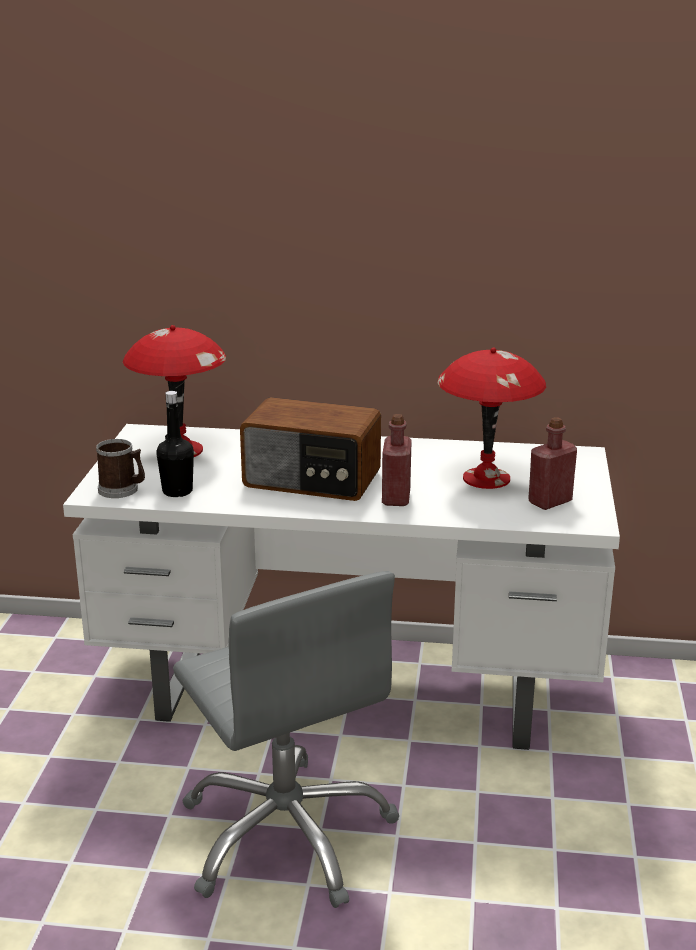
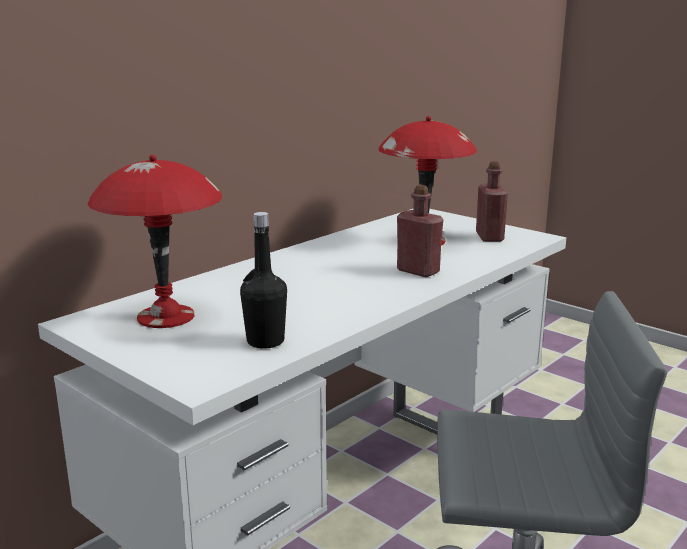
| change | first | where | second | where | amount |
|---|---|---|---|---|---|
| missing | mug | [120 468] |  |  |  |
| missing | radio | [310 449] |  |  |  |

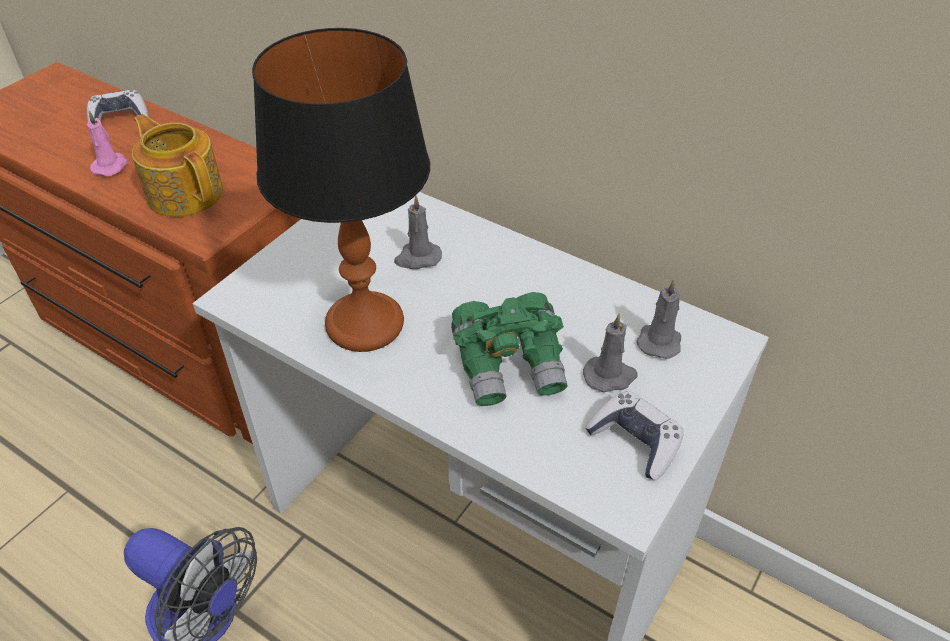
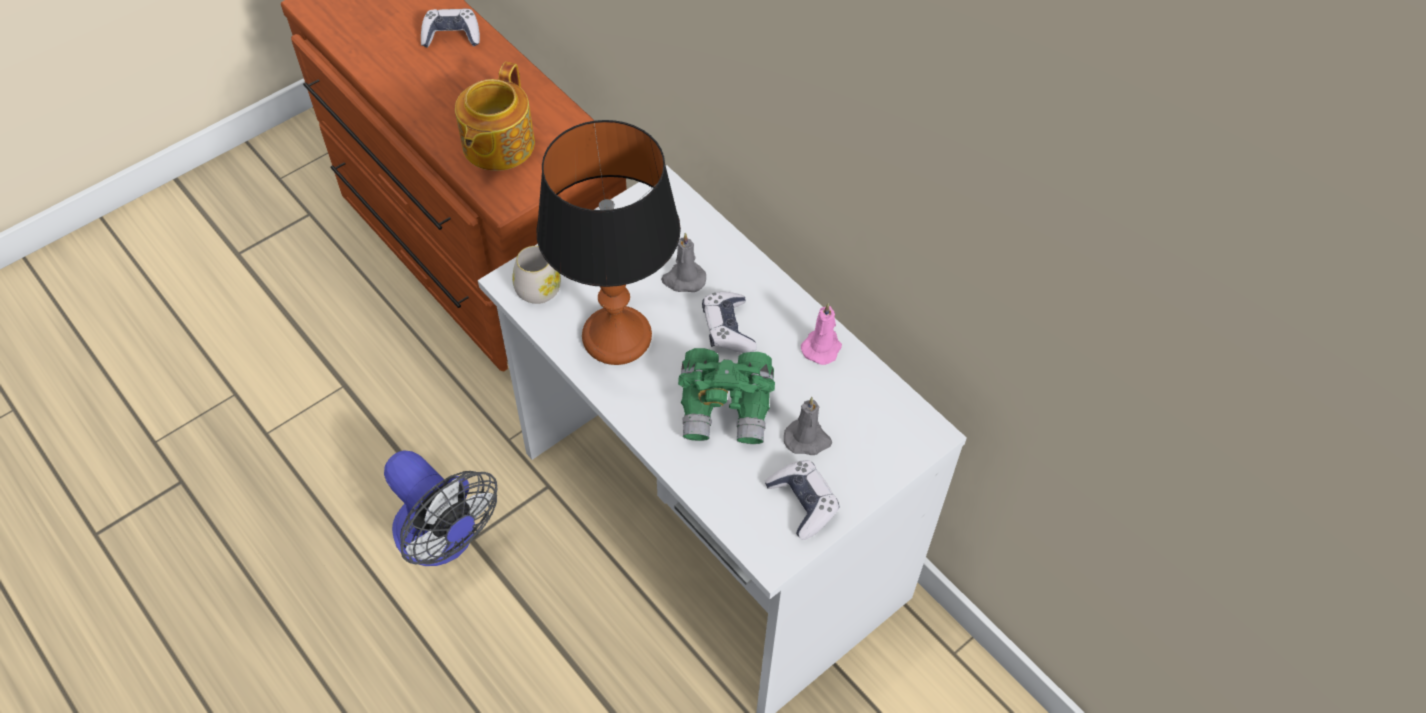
| change | first | where | second | where | amount |
|---|---|---|---|---|---|
| spun | teapot | [177 165] |  | [495 116] | 135 degrees counterclockwise |
| appeared |  |  | white_mug | [536 275] |  |
| appeared |  |  | game_controller | [729 322] |  |
| relocated | pink_candle | [107 143] |  | [821 334] |  |
| missing | grey_candle | [658 319] |  |  |  |

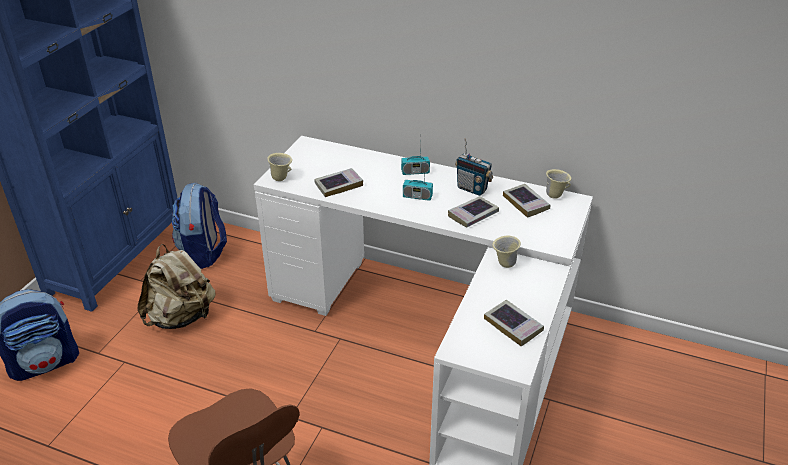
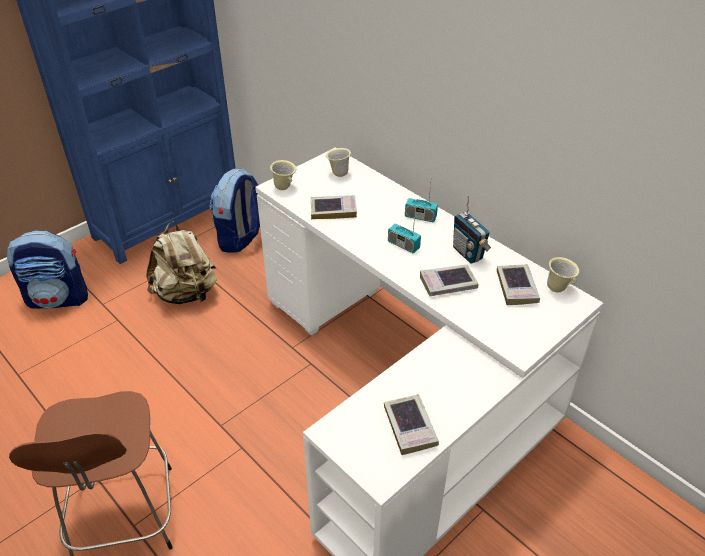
| change | first | where | second | where | amount |
|---|---|---|---|---|---|
| relocated | beige_mug | [506 252] |  | [338 162] |  |

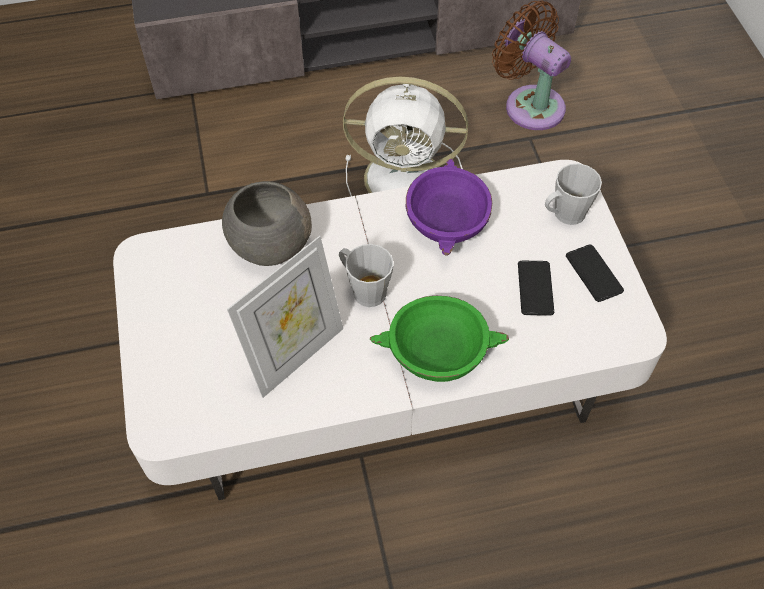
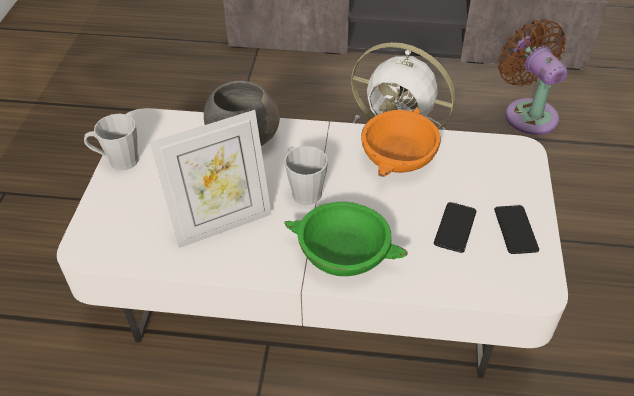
| change | first | where | second | where | amount |
|---|---|---|---|---|---|
| relocated | grey_mug | [573 194] |  | [111 142] |  |
| colour | purple_bowl | [449 207] | orange_bowl | [401 142] |  |

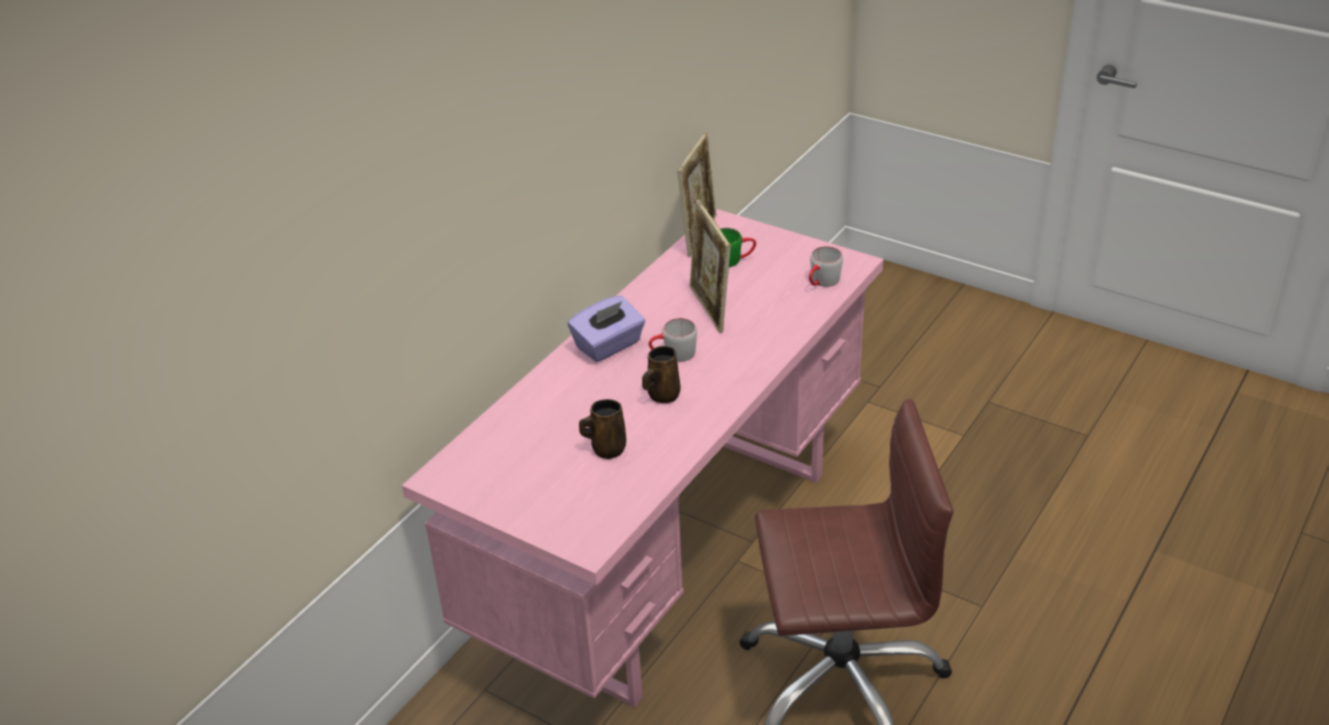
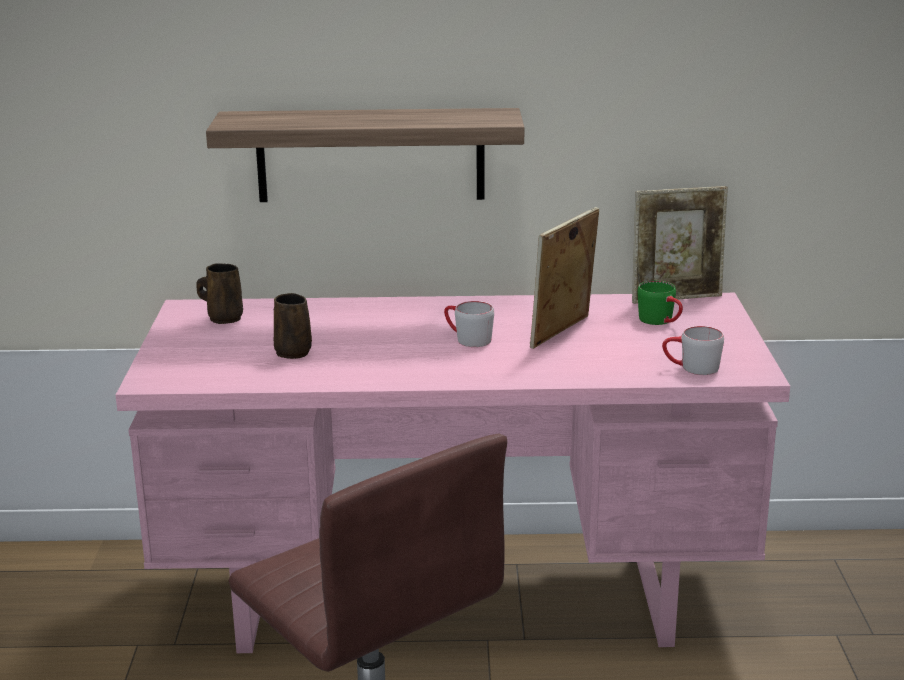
| change | first | where | second | where | amount |
|---|---|---|---|---|---|
| relocated | brown_mug | [661 374] |  | [219 293] |  |
| appeared |  |  | shelf | [365 155] |  |
| missing | purple_tissue_box | [606 329] |  |  |  |

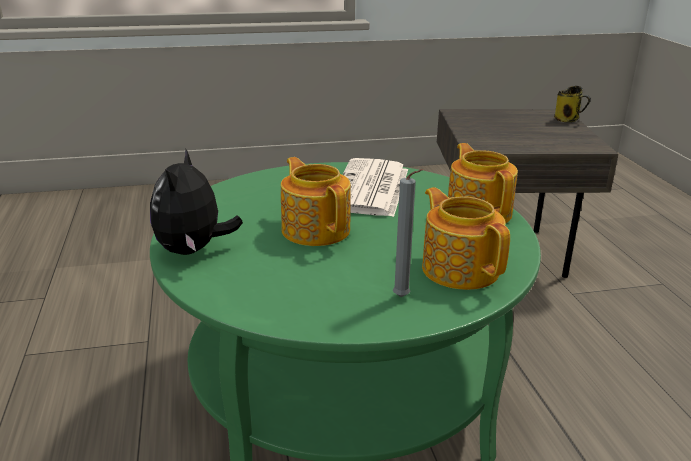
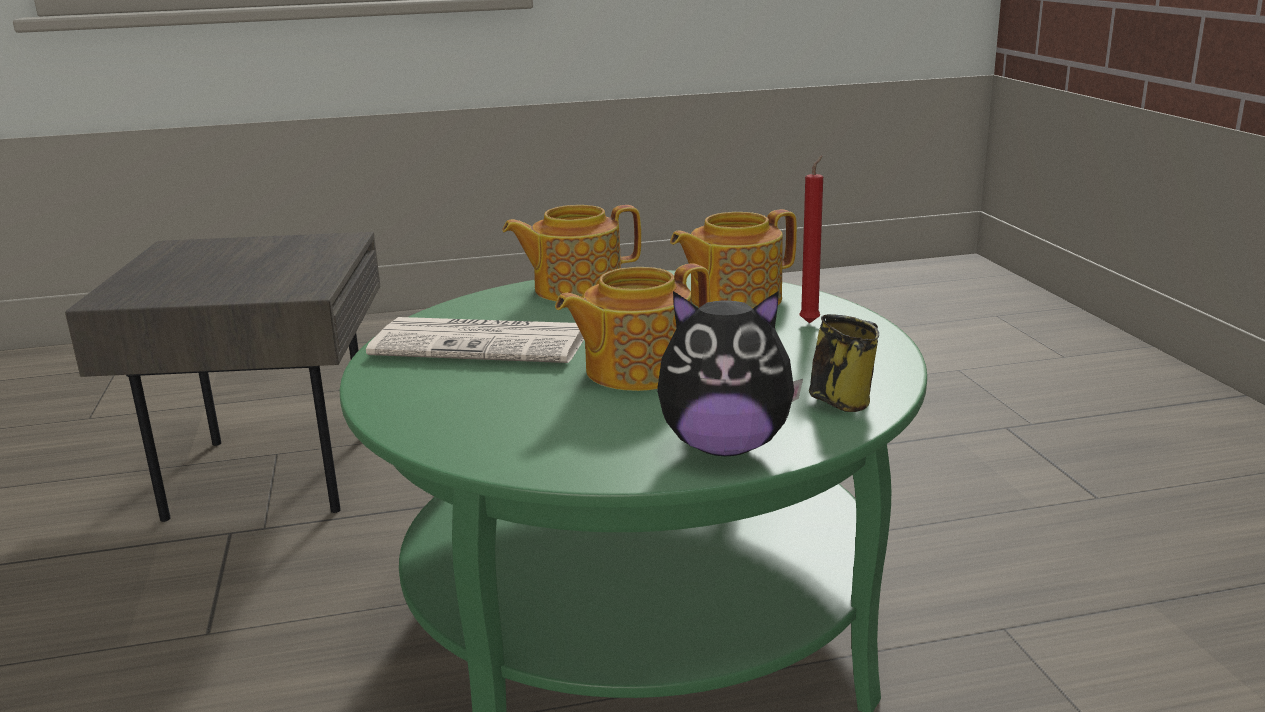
| change | first | where | second | where | amount |
|---|---|---|---|---|---|
| colour | grey_candle | [408 233] | red_candle | [811 239] |  |
| relocated | mug | [572 104] |  | [844 363] |  |

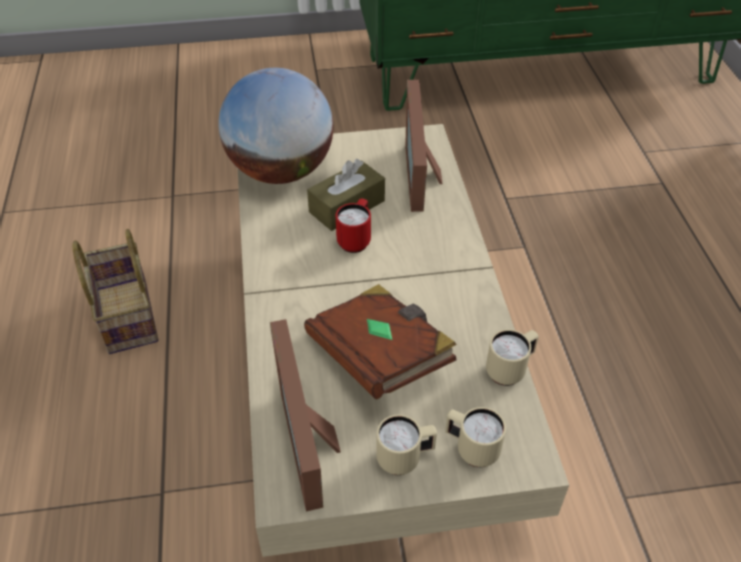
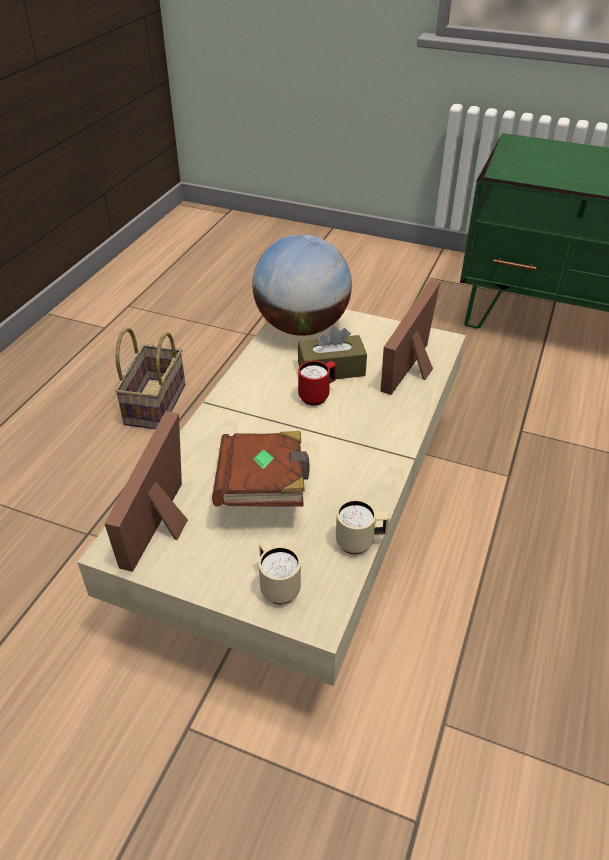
| change | first | where | second | where | amount |
|---|---|---|---|---|---|
| missing | beige_mug | [406 444] |  |  |  |

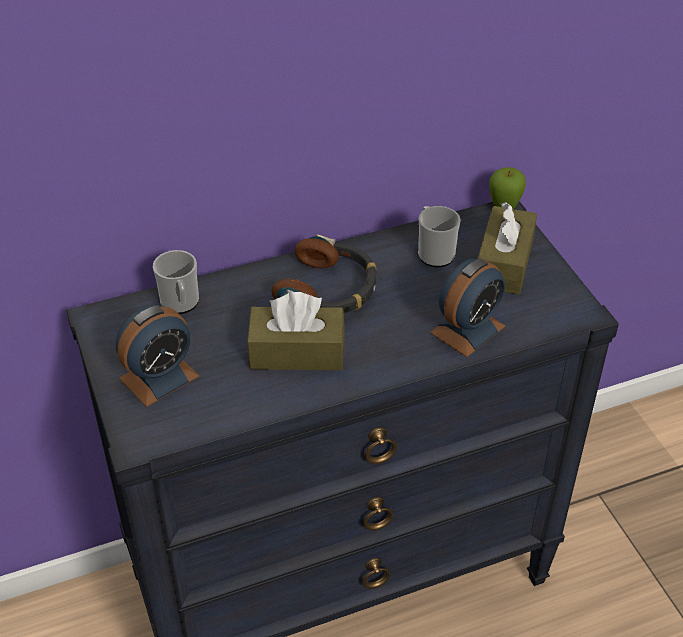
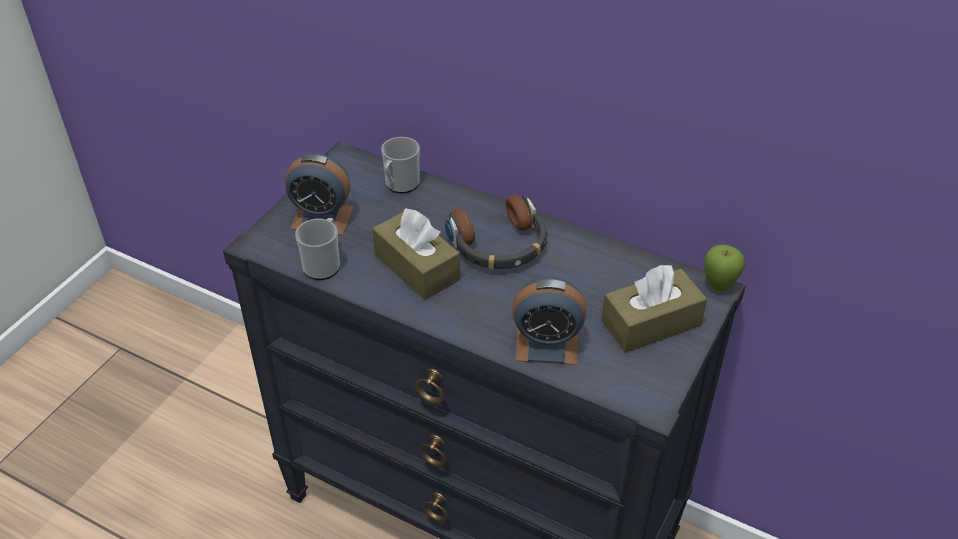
| change | first | where | second | where | amount |
|---|---|---|---|---|---|
| relocated | mug | [439 236] |  | [317 249] |  |

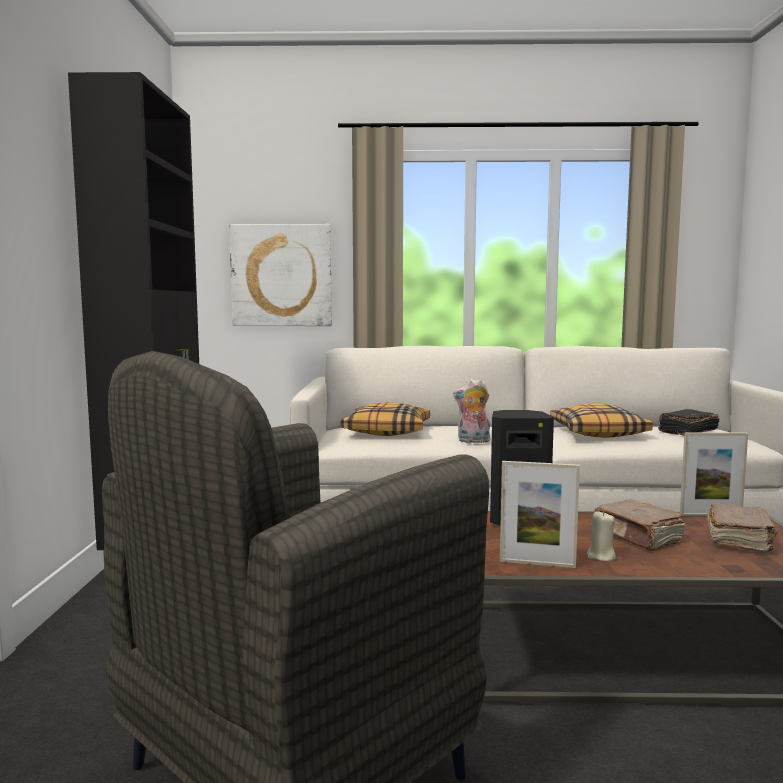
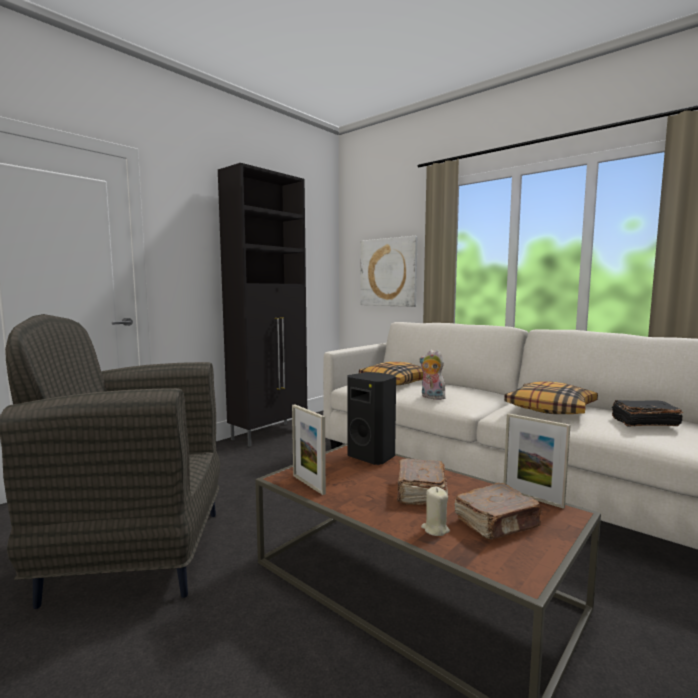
| change | first | where | second | where | amount |
|---|---|---|---|---|---|
| relocated | beige_candle | [601 536] |  | [435 511] |  |

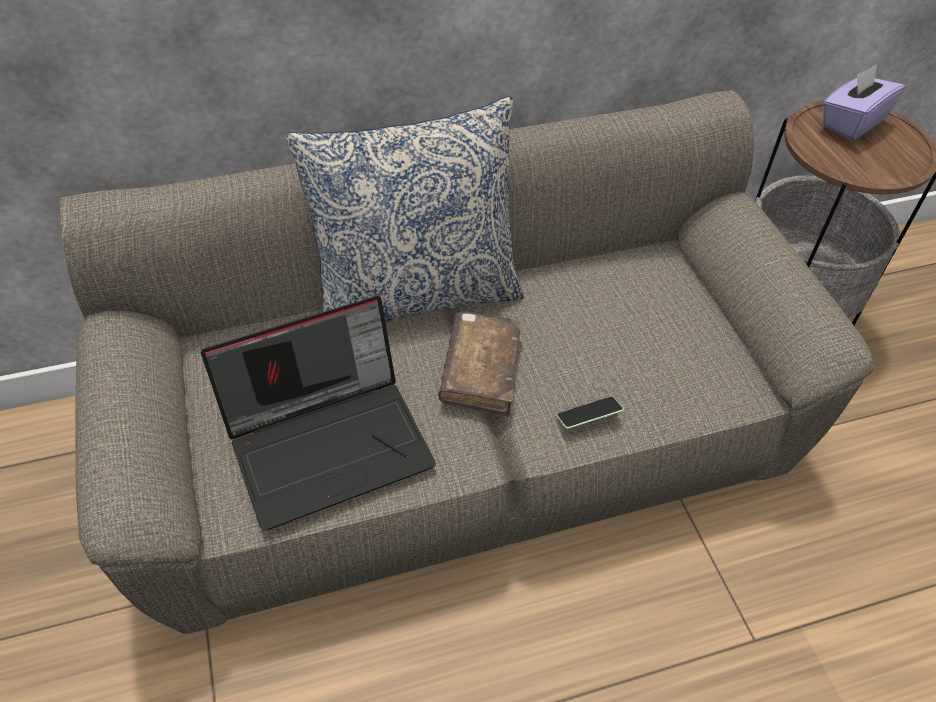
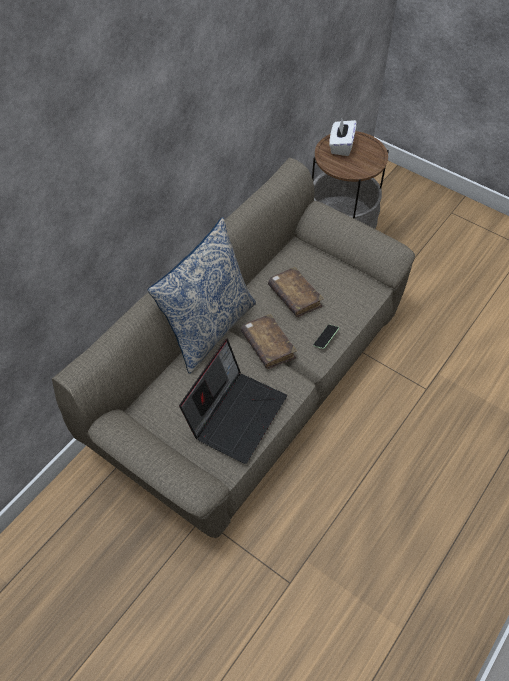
| change | first | where | second | where | amount |
|---|---|---|---|---|---|
| appeared |  |  | brown_book | [296 292] |  |
| colour | purple_tissue_box | [864 102] | white_tissue_box | [343 137] |  |

